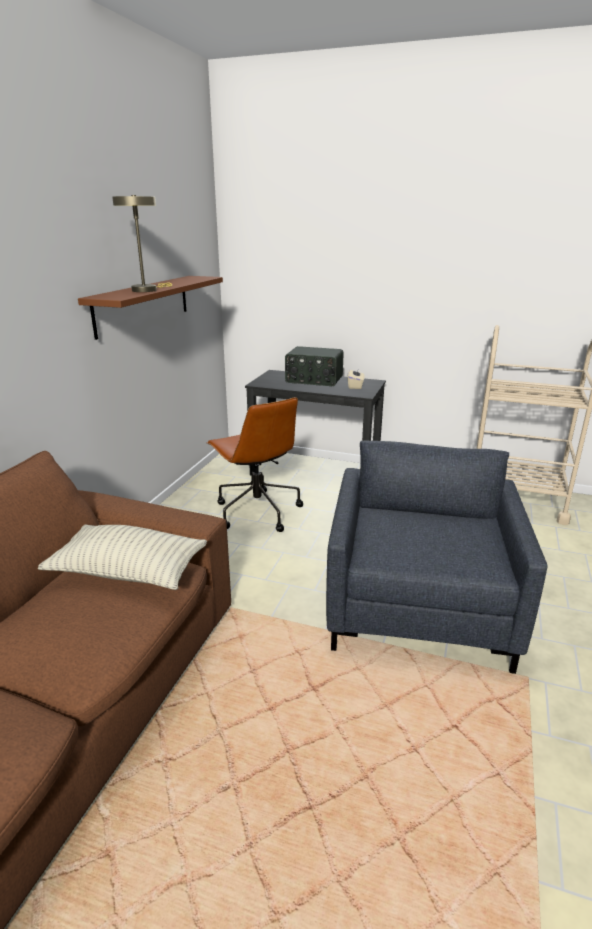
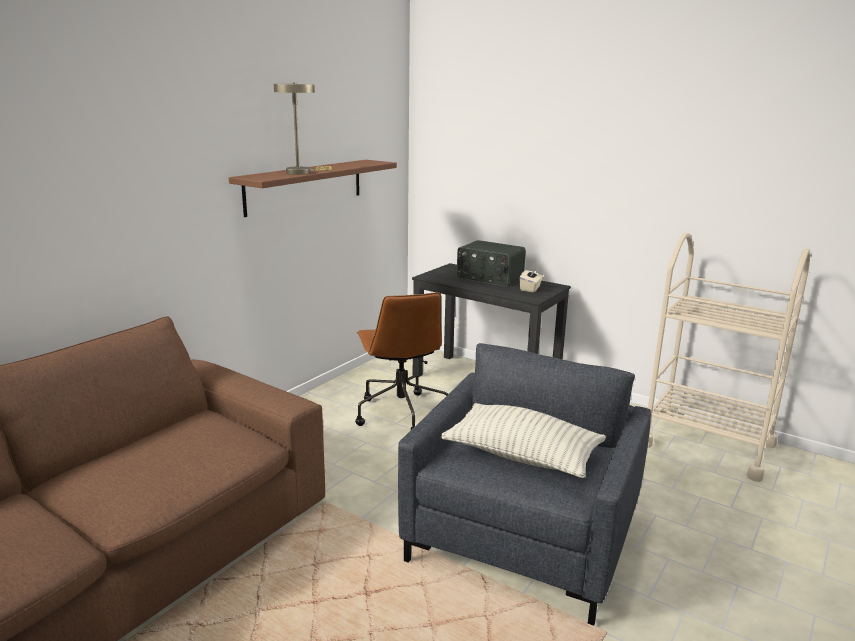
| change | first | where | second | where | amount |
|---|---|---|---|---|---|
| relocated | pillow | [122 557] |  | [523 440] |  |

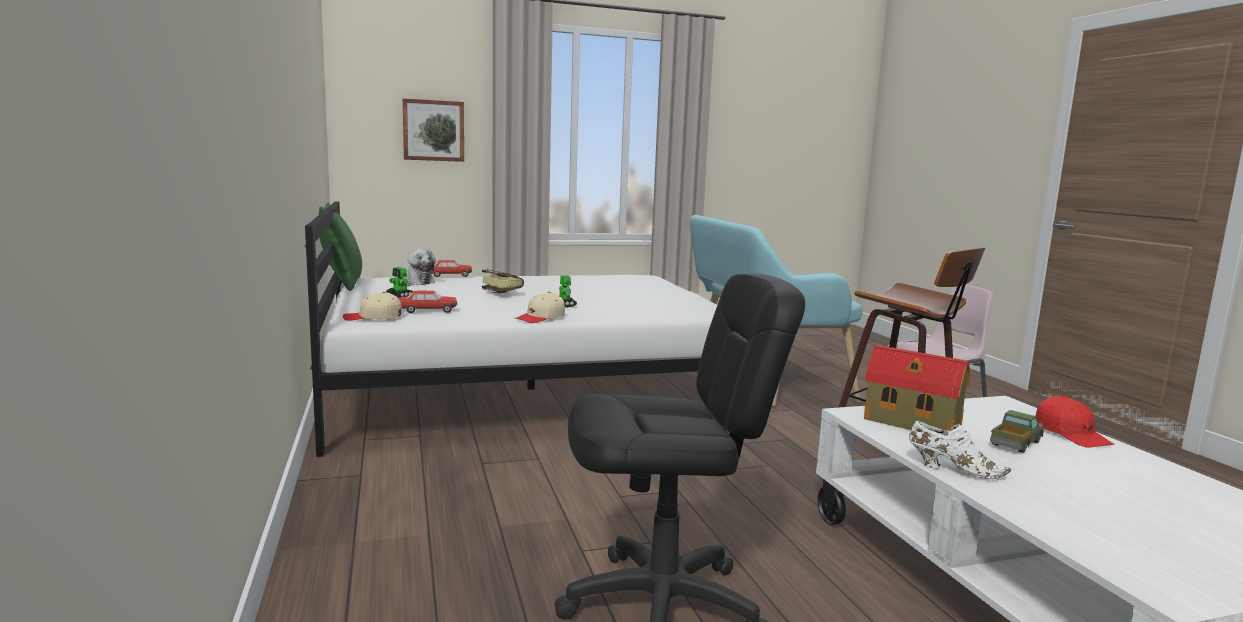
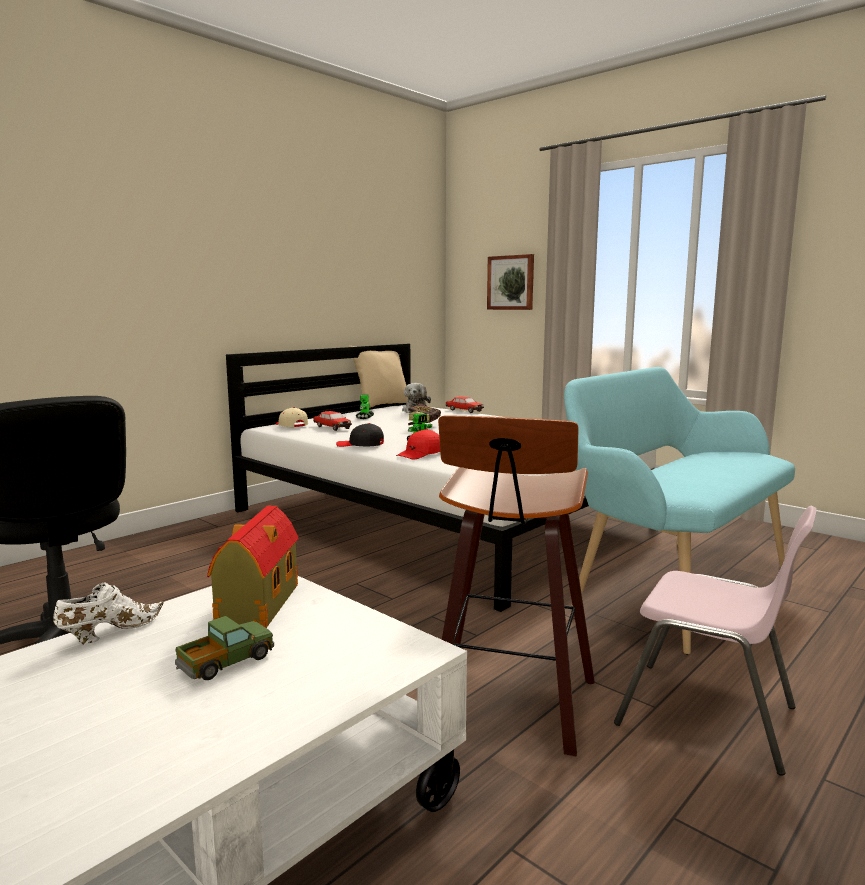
| change | first | where | second | where | amount |
|---|---|---|---|---|---|
| spun | white_shoe | [960 450] |  | [108 613] | 135 degrees counterclockwise |
| spun | toy_truck | [1017 431] |  | [224 648] | 60 degrees counterclockwise |
| colour | beige_cap | [539 307] | black_cap | [360 435] |  |
| colour | green_pillow | [340 247] | beige_pillow | [378 377] |  |
| relocated | red_cap | [1075 422] |  | [418 444] |  |

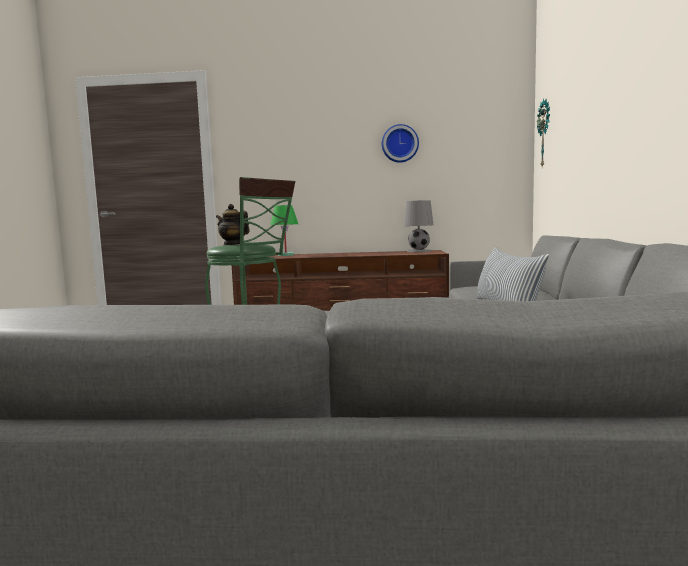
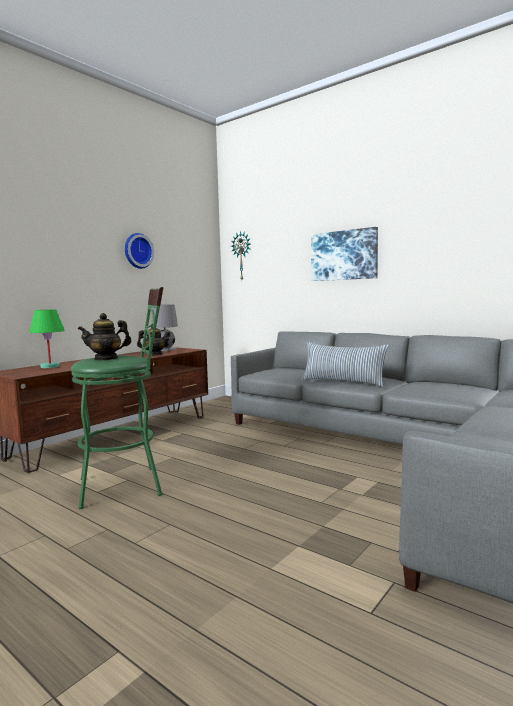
| change | first | where | second | where | amount |
|---|---|---|---|---|---|
| appeared |  |  | teapot | [153 340] |  |
| appeared |  |  | picture | [344 254] |  |

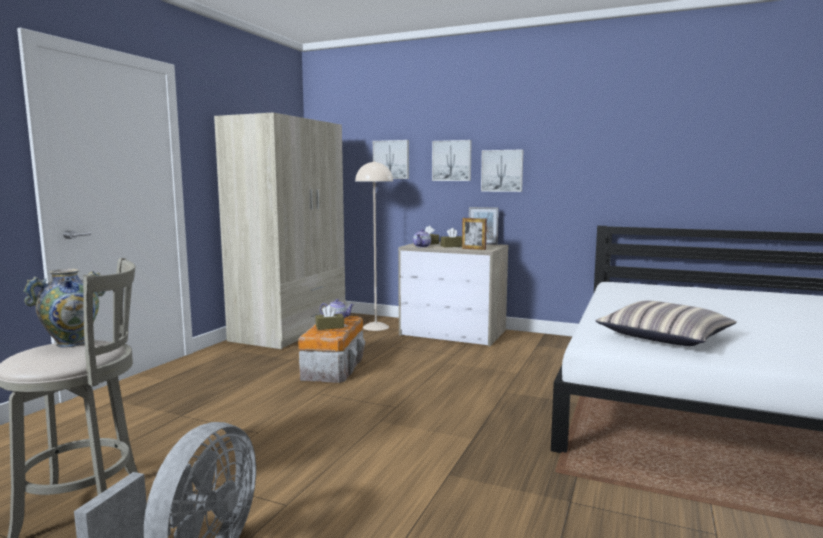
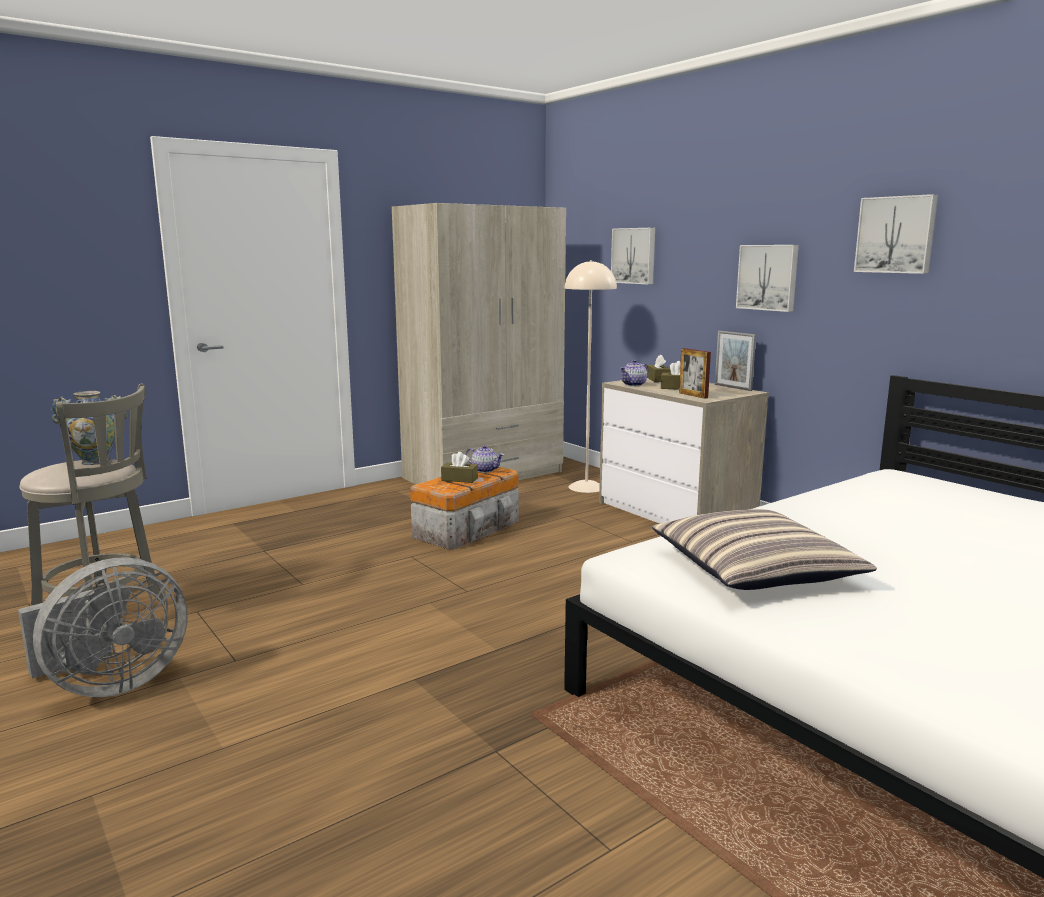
| change | first | where | second | where | amount |
|---|---|---|---|---|---|
| relocated | picture | [452 160] |  | [896 234] |  |

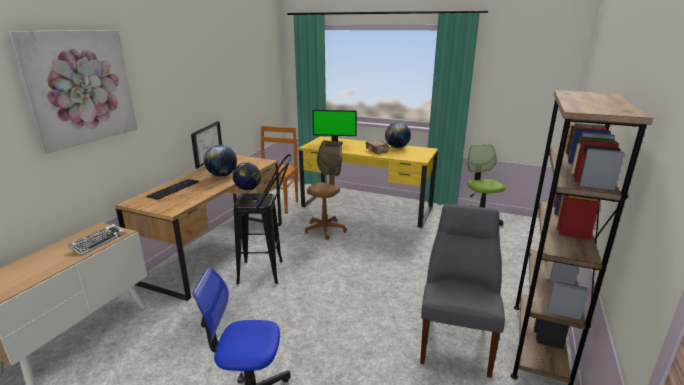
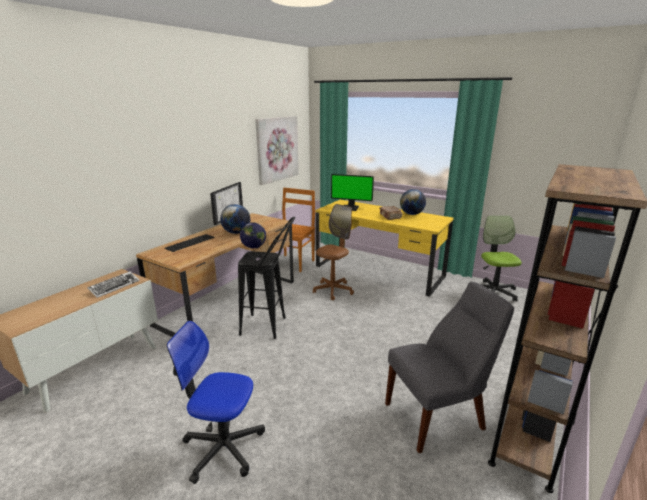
| change | first | where | second | where | amount |
|---|---|---|---|---|---|
| relocated | picture | [72 92] |  | [277 150] |  |
| spun | grey_chair | [462 291] |  | [449 367] | 45 degrees clockwise |

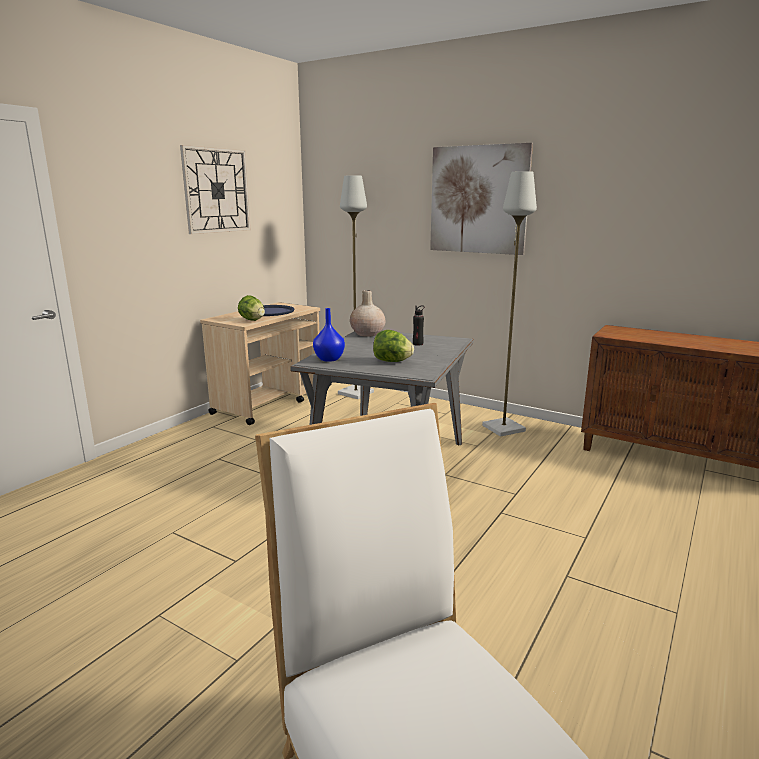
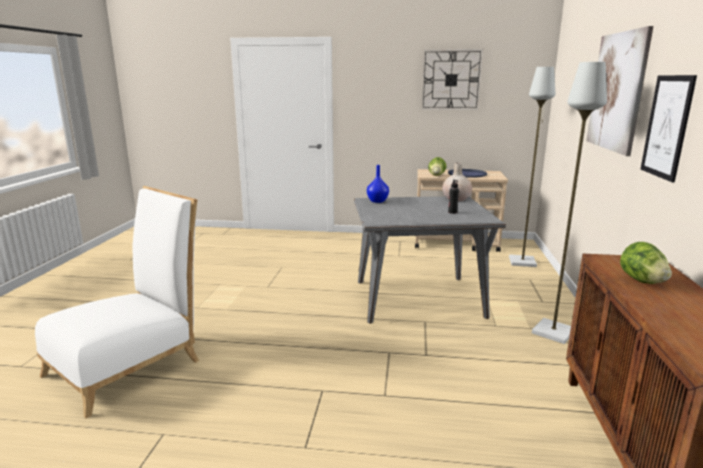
| change | first | where | second | where | amount |
|---|---|---|---|---|---|
| relocated | lettuce | [393 346] |  | [646 263] |  |
| appeared |  |  | picture | [669 128] |  |

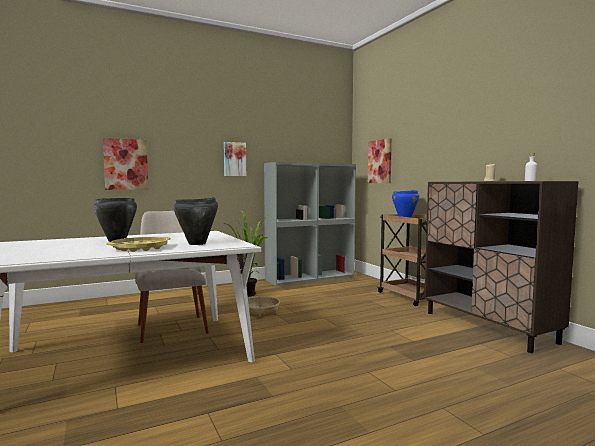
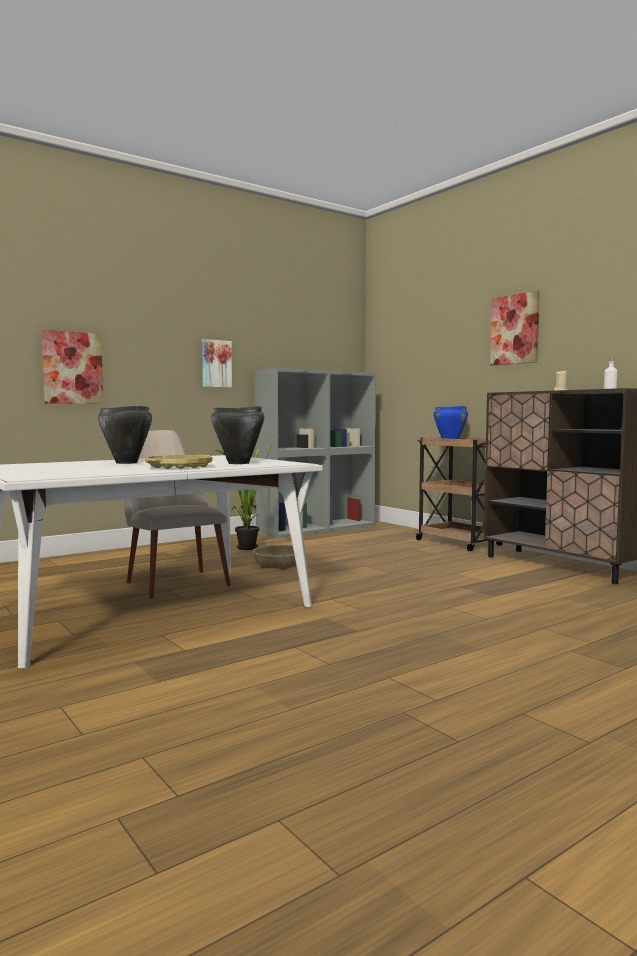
| change | first | where | second | where | amount |
|---|---|---|---|---|---|
| relocated | picture | [380 160] |  | [515 328] |  |

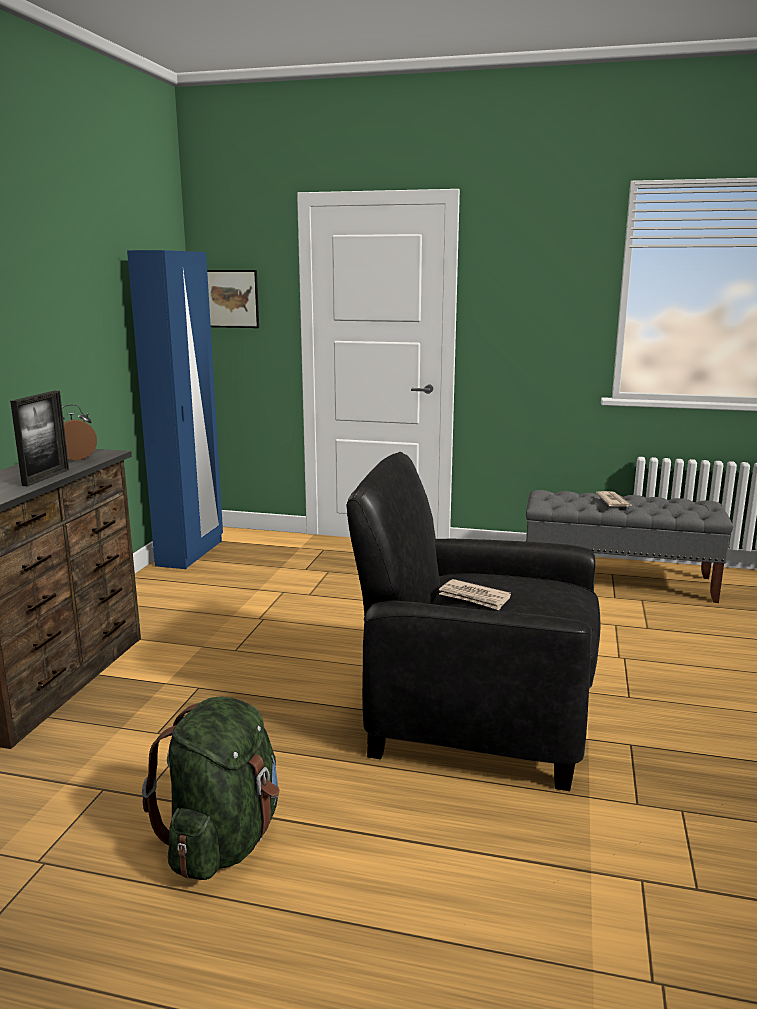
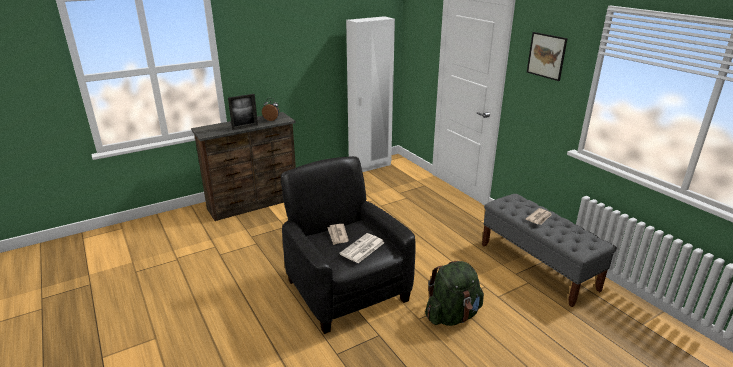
| change | first | where | second | where | amount |
|---|---|---|---|---|---|
| appeared |  |  | newspaper | [362 248] |  |
| colour | blue_wardrobe | [175 409] | white_wardrobe | [370 94] |  |
| relocated | green_backpack | [211 788] |  | [454 293] |  |
| relocated | picture | [233 299] |  | [547 56] |  |

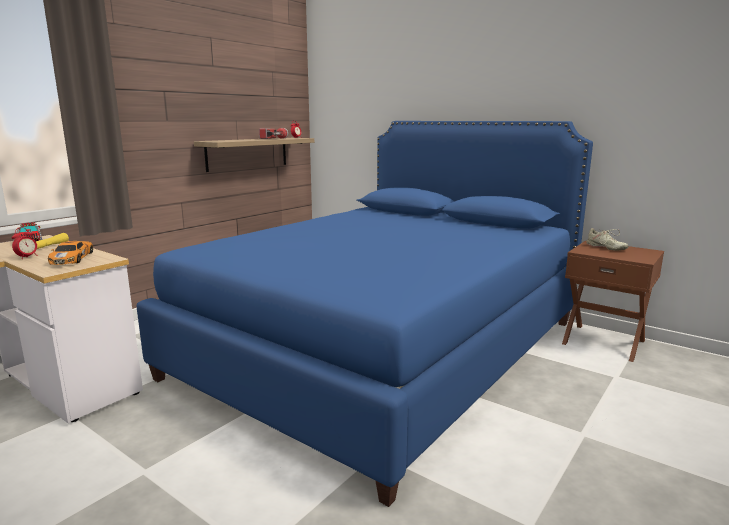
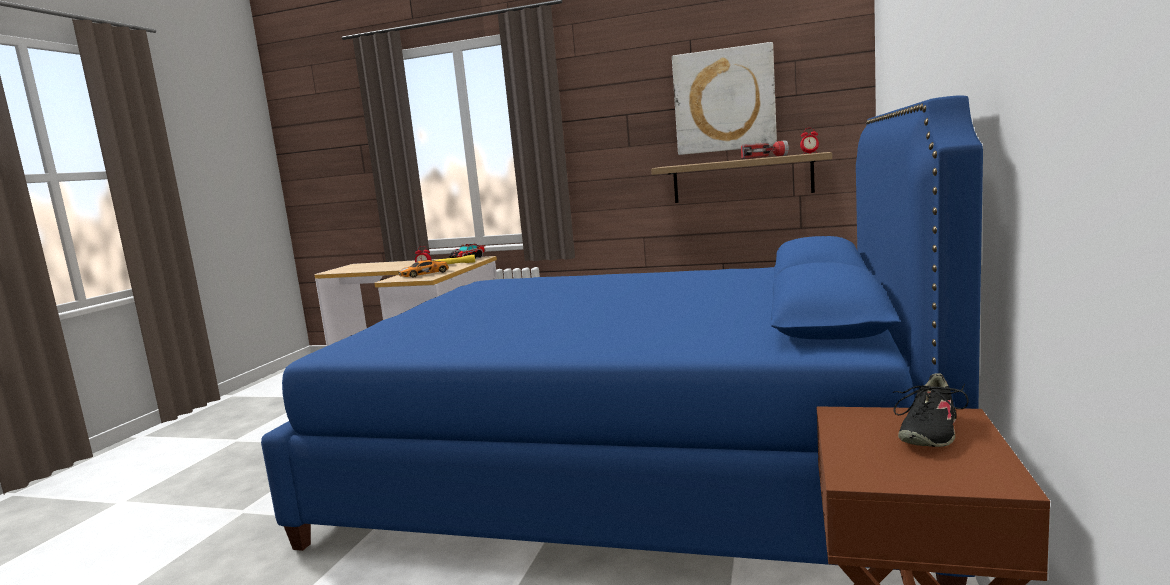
| change | first | where | second | where | amount |
|---|---|---|---|---|---|
| appeared |  |  | picture | [724 98] |  |
| colour | beige_shoe | [607 239] | black_shoe | [931 410] |  |

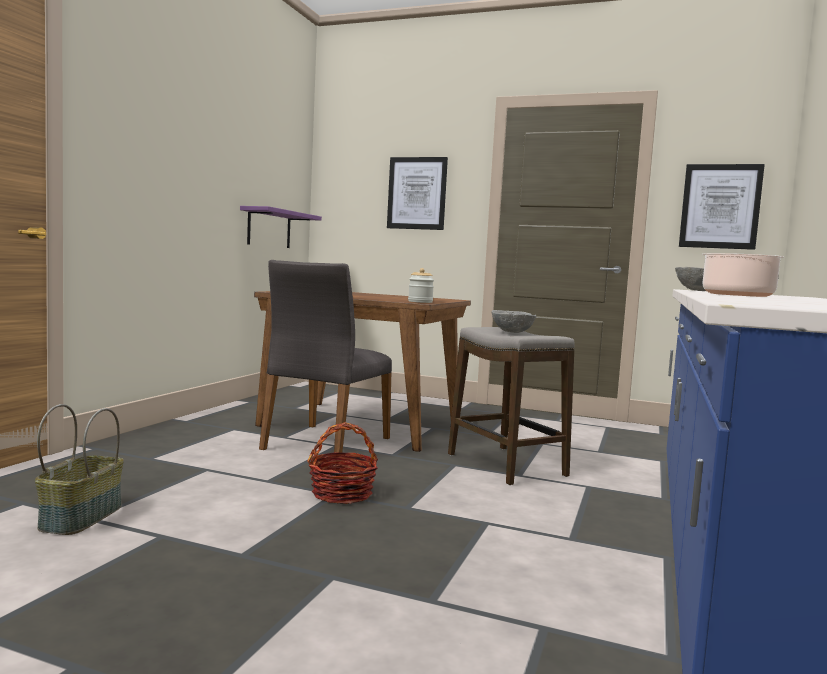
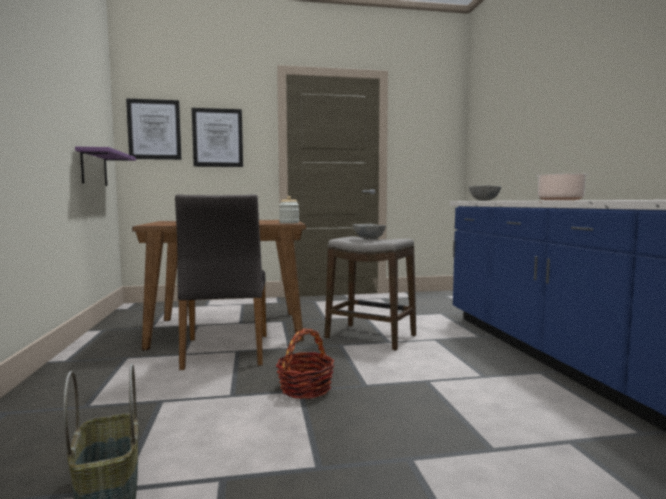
| change | first | where | second | where | amount |
|---|---|---|---|---|---|
| relocated | picture | [722 207] |  | [153 129] |  |

